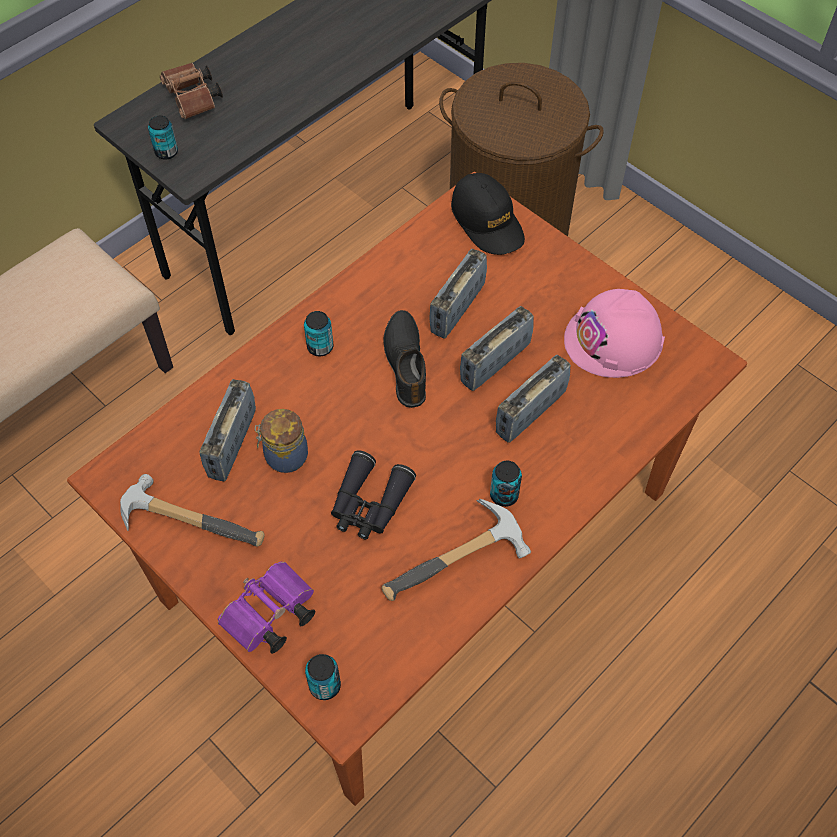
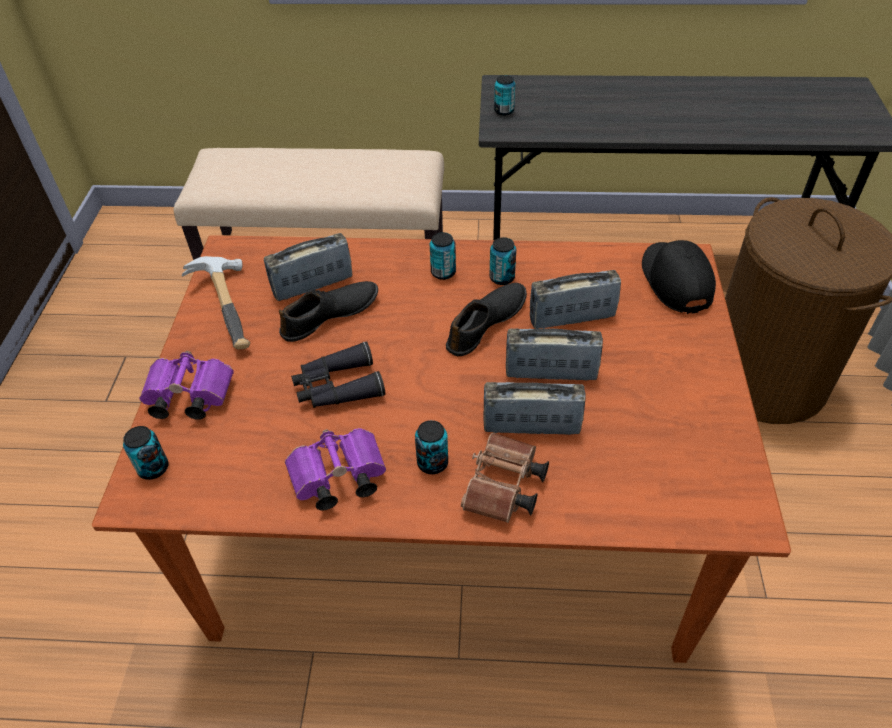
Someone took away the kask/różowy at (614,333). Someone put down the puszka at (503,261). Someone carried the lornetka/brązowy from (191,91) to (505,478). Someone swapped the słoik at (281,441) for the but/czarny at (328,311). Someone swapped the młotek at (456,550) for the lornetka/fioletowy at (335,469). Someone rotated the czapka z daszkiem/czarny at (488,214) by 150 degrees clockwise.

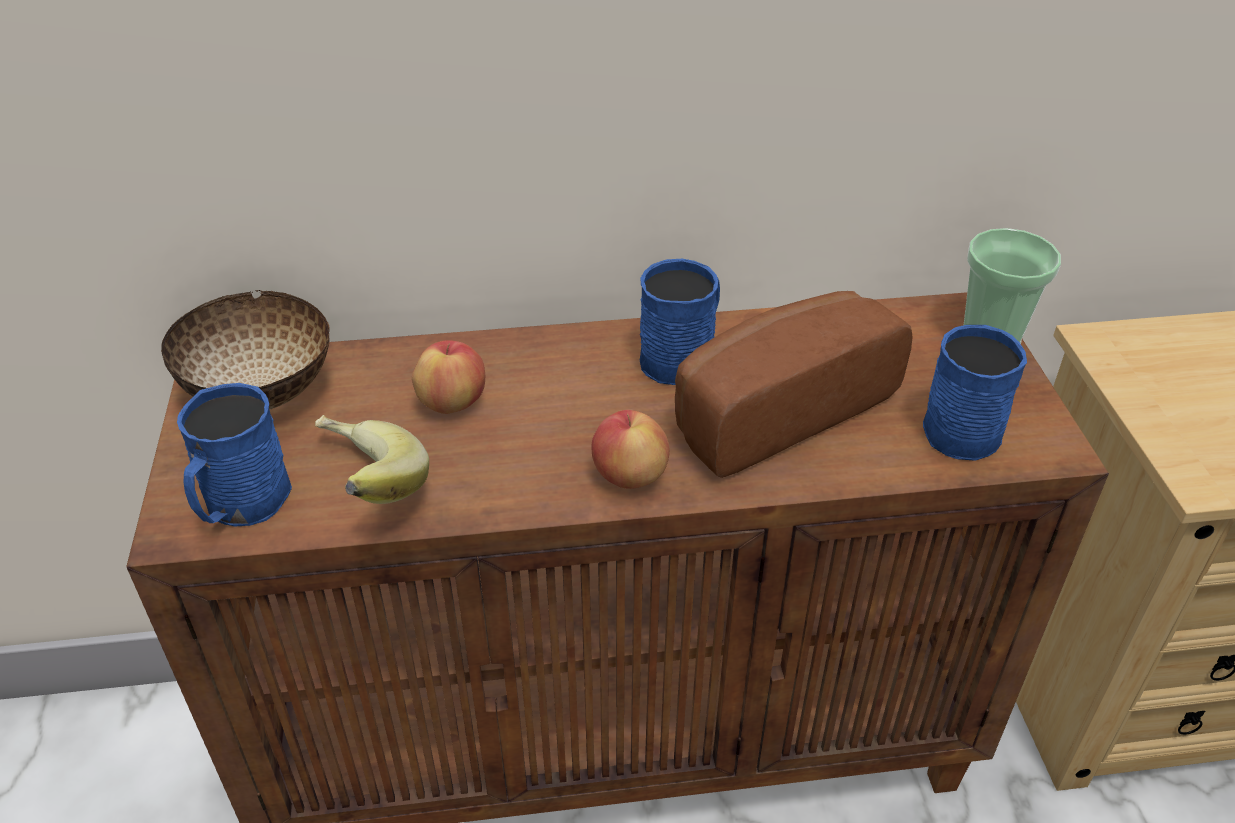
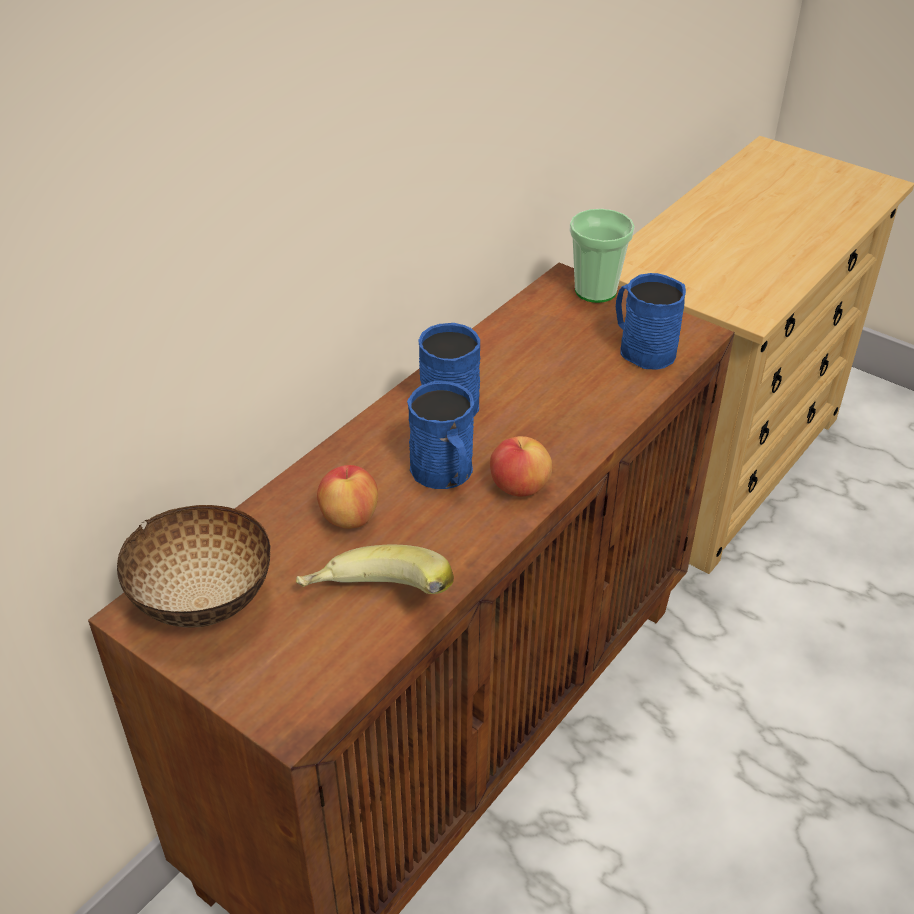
Someone took away the chleb at (794,384). Someone carried the kubek/niebieski from (234,455) to (440,435).

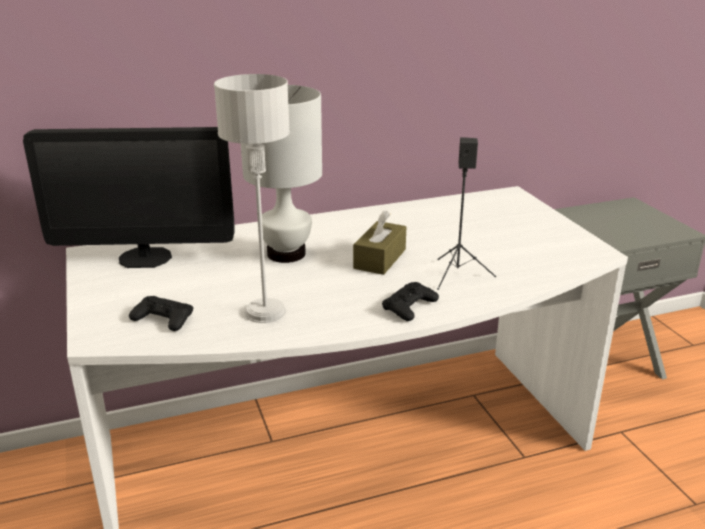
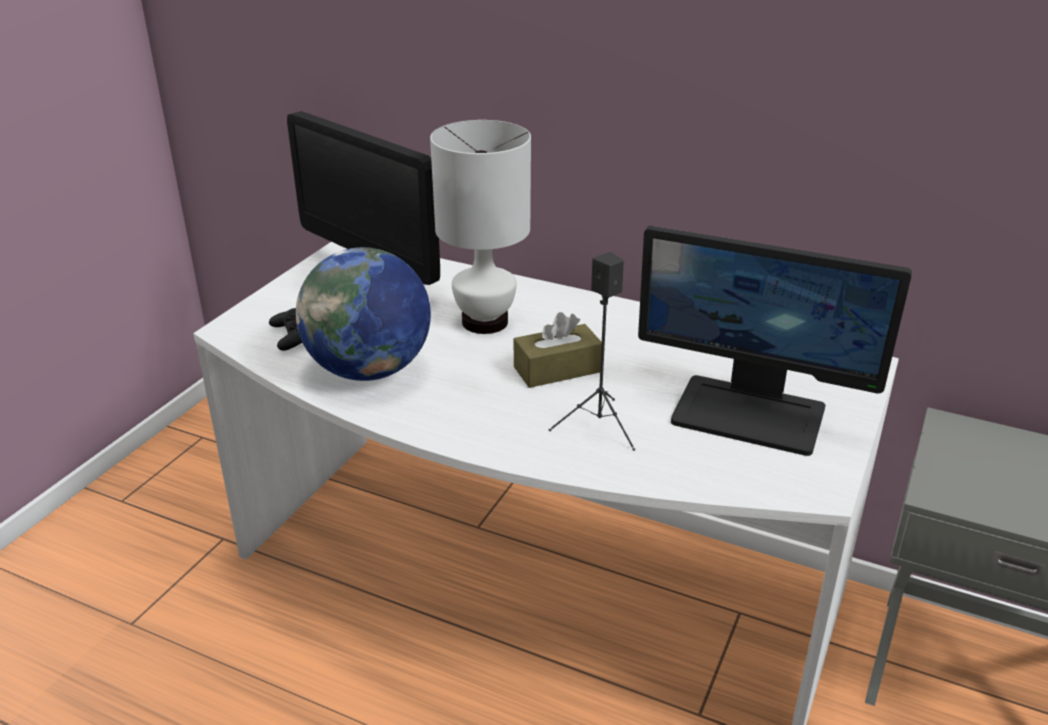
Someone took away the pad do gier/czarny at (410,301). Someone put down the monitor at (775,341). Someone swapped the lampa stołowa/szary at (252,198) for the globus at (363,314).

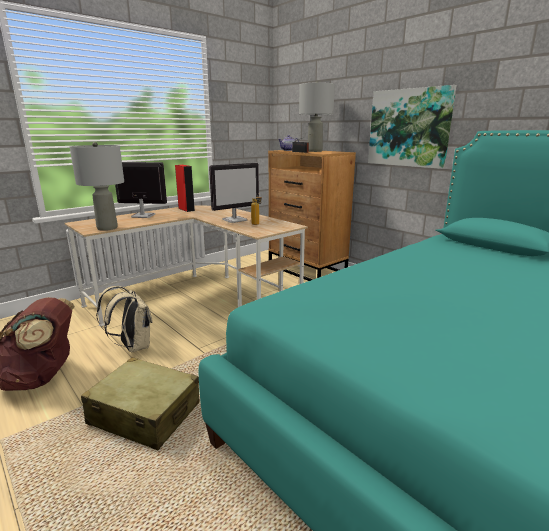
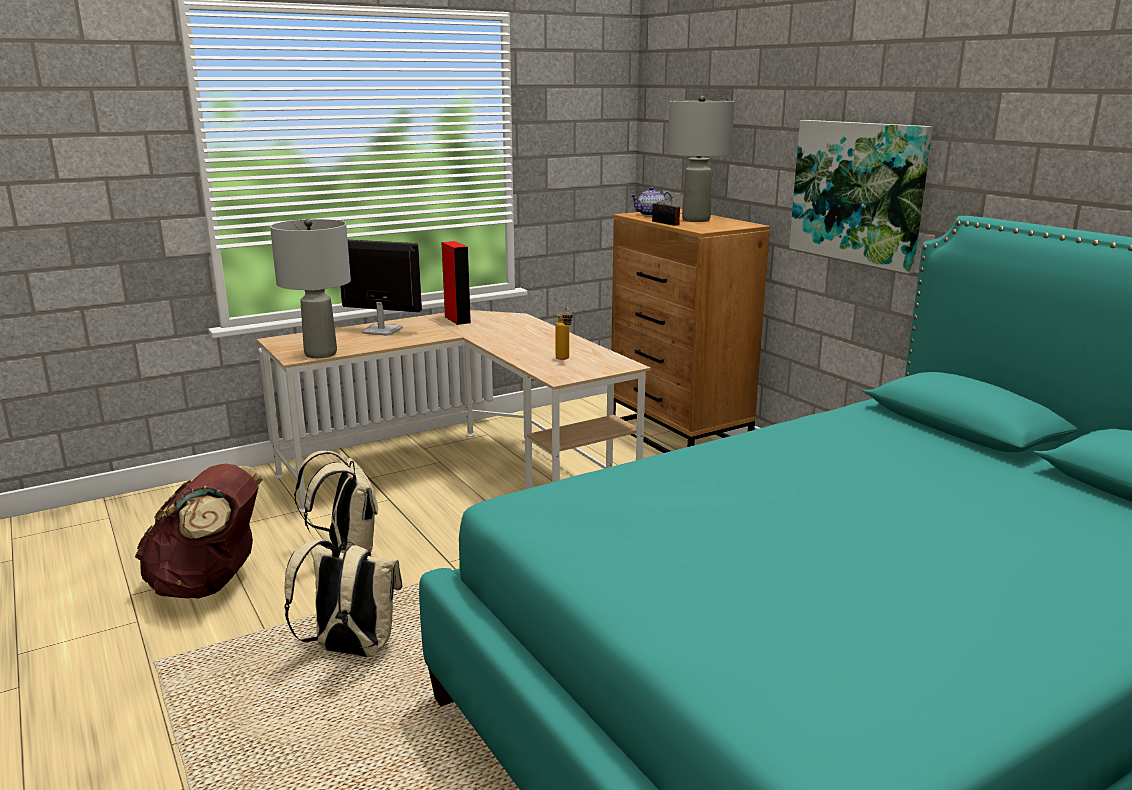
Someone took away the monitor at (234,193). Someone swapped the walizka/beżowy at (140,403) for the plecak/beżowy at (343,598).

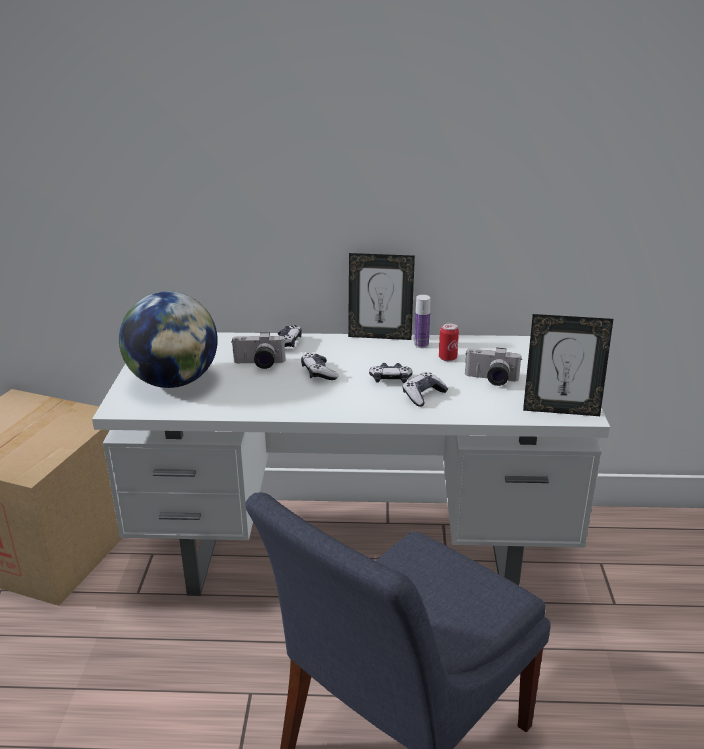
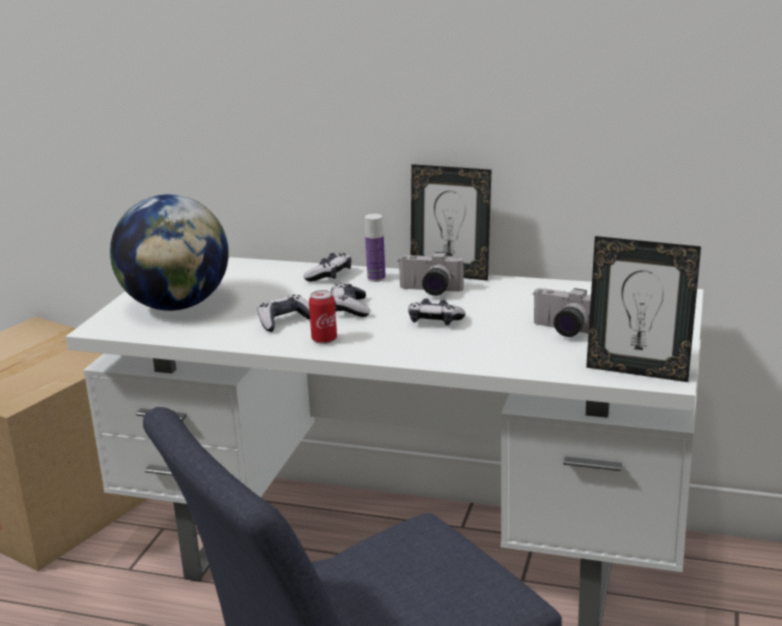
Someone carried the aparat fotograficzny from (259,350) to (431,274). Someone carried the pad do gier from (425,389) to (284,313). Someone carried the butelka from (422,321) to (375,248). Someone carried the puszka from (449,342) to (323,317).

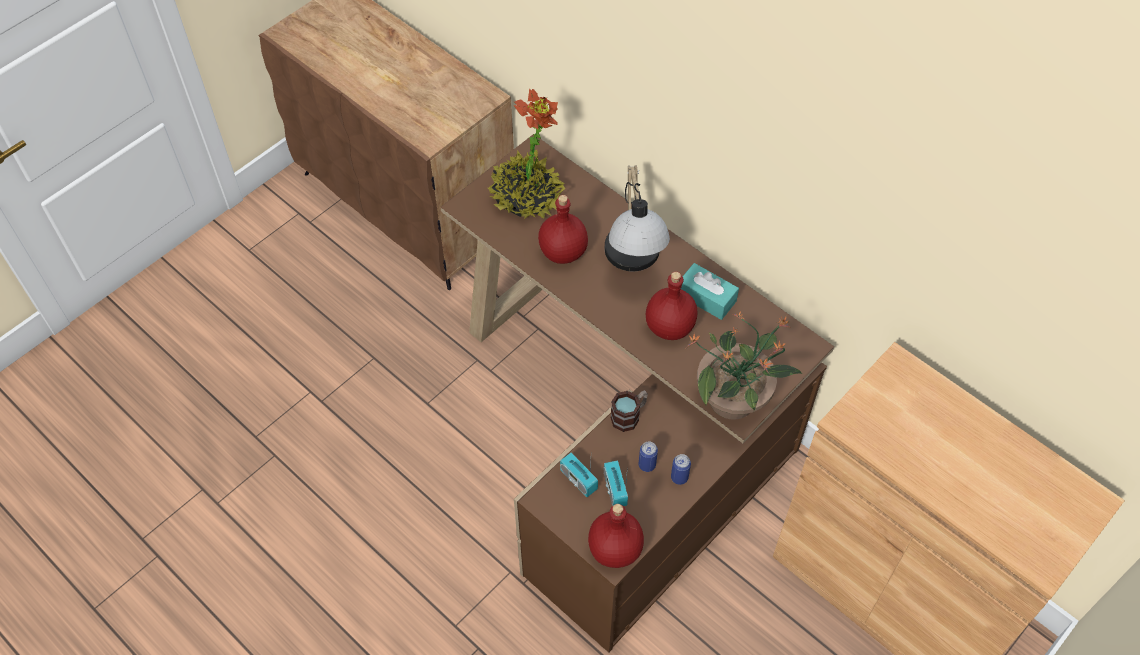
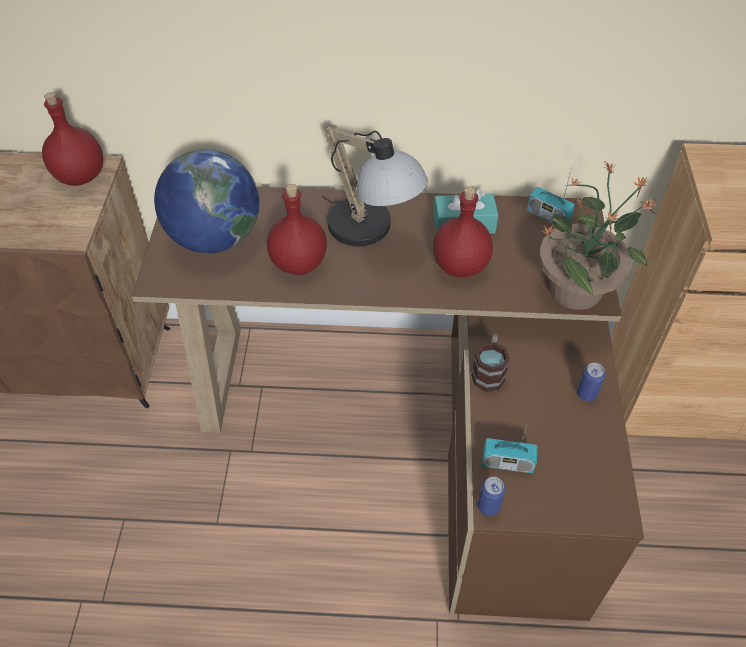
Someone carried the butelka/czerwony from (616,536) to (72,139). Someone carried the radio from (616,483) to (551,195). Someone carried the puszka from (648,456) to (491,496). Someone swapped the roślina doniczkowa at (526,153) for the globus at (206,201).

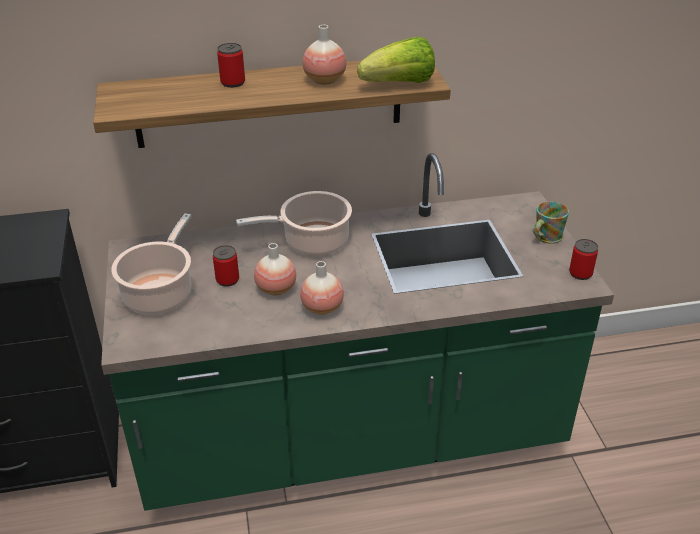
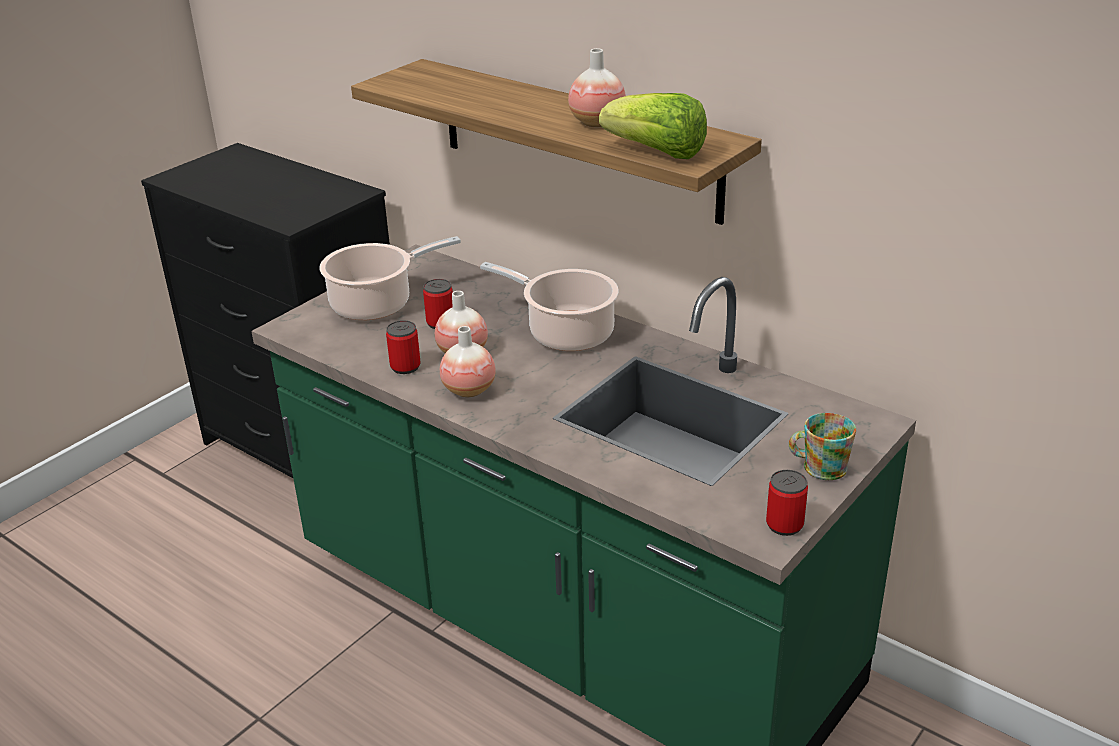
Someone carried the puszka from (231,65) to (403,347).

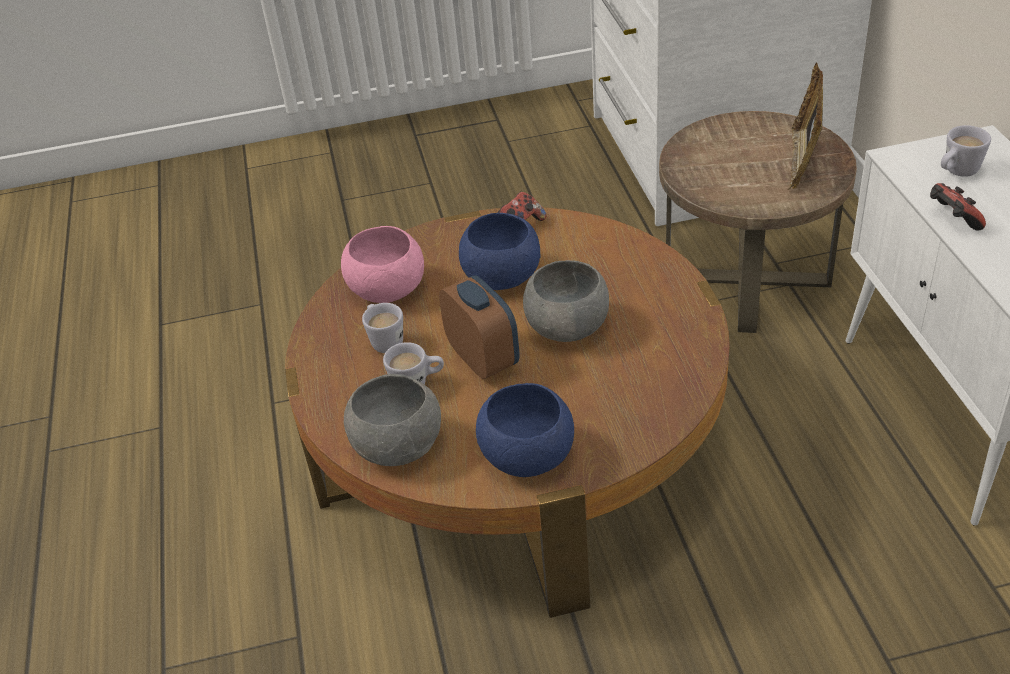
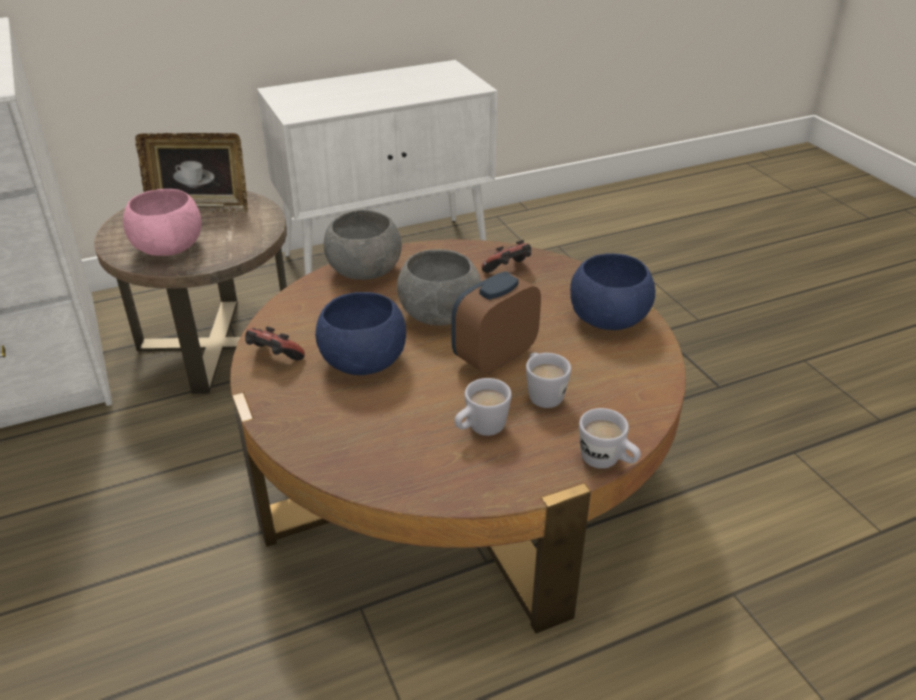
Someone carried the miska/różowy from (382,264) to (162,222). Someone carried the miska/szary from (392,420) to (363,245). Someone carried the pad do gier from (958,207) to (506,256). Someone carried the kubek/biały from (966,151) to (610,438).

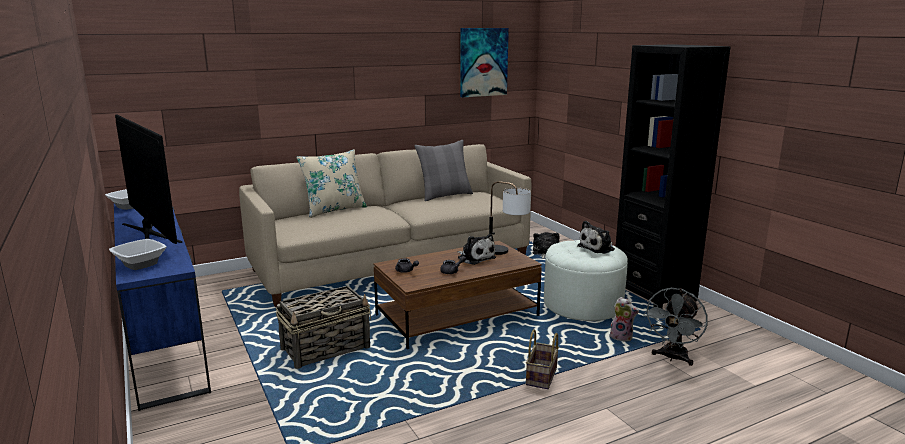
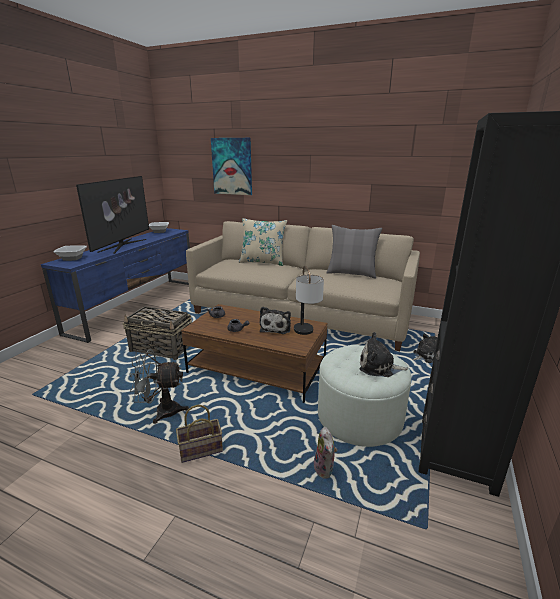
Someone carried the obraz from (484,62) to (231,166). Someone carried the wentylator/szary from (675,327) to (159,386).

